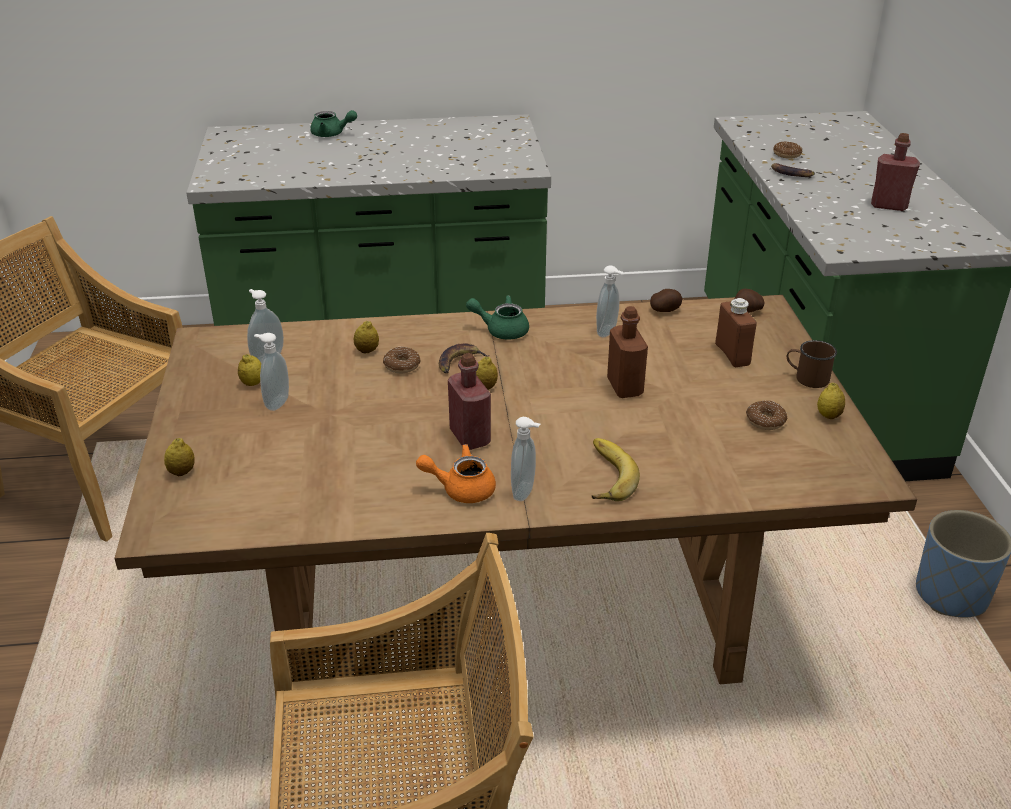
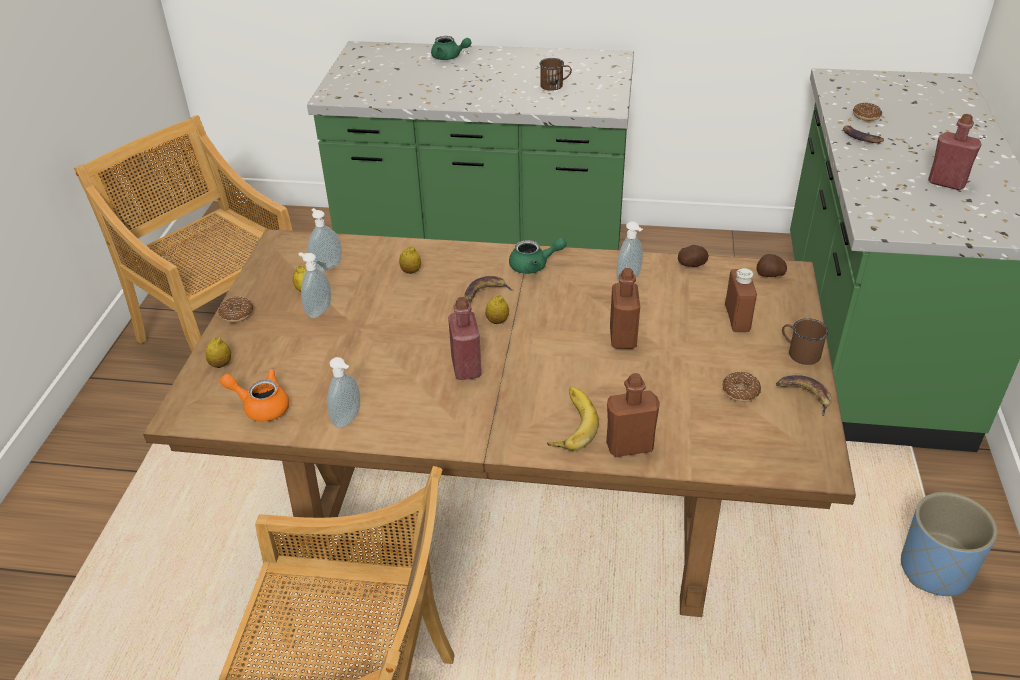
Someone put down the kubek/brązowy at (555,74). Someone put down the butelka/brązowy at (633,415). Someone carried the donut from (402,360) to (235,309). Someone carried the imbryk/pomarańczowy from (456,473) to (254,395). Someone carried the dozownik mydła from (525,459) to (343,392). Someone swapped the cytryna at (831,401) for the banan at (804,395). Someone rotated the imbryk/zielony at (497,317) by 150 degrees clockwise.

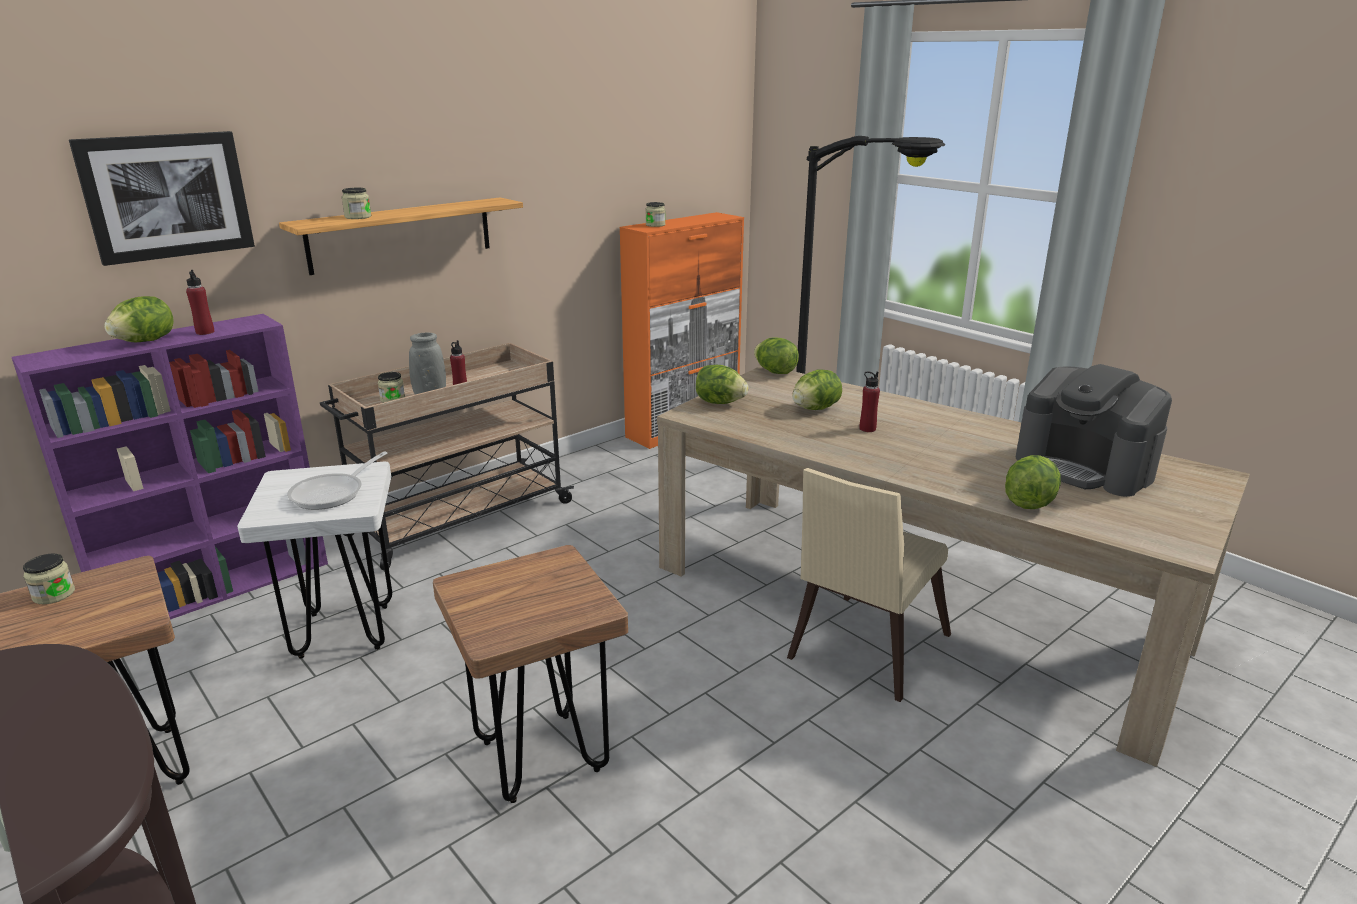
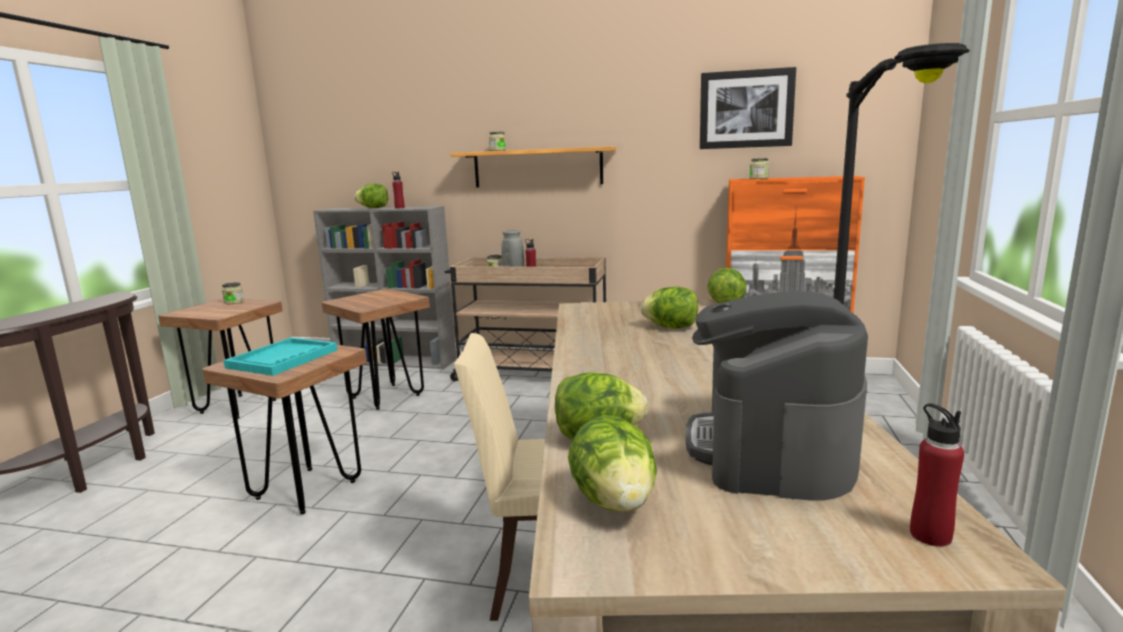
Someone took away the patelnia at (337,481). Someone put down the taca/turkusowy at (280,356). Someone carried the obraz from (162,198) to (748,108). Someone carried the sałata from (722,384) to (612,463). Someone carried the butelka/czerwony from (870,401) to (937,475). Someone repainted the regał/fioletowy at (170,466), which became the regał/szary at (384,287). Someone repainted the stołek/biały at (314,560), which became the stołek/brązowy at (376,349).

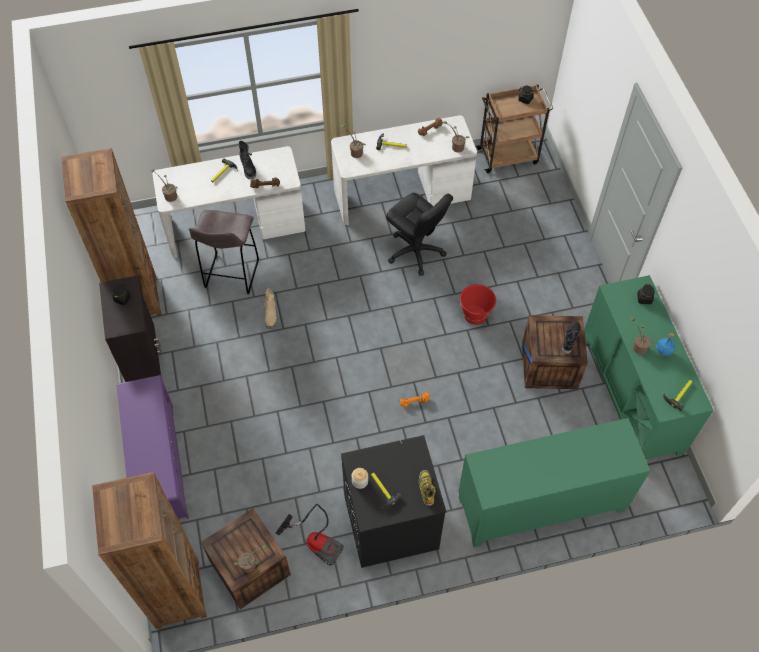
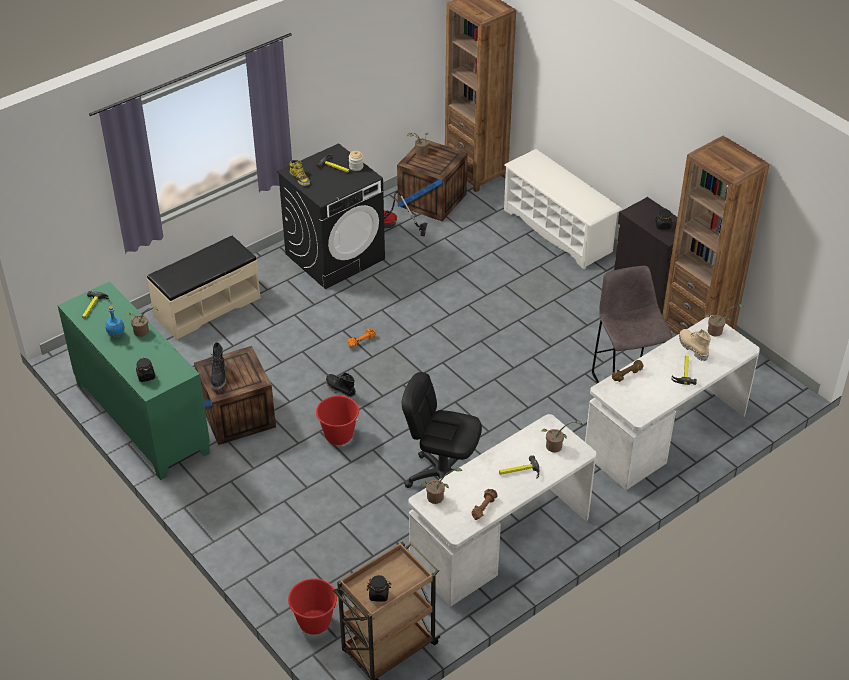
Someone put down the wiadro/czerwony at (313,606). Someone carried the but z cholewką/czarny from (247,160) to (341,386). Someone carried the but z cholewką/beżowy from (270,308) to (695,345). Someone swapped the szafka/zielony at (554,482) for the ławka/beżowy at (203,288). Someone repainted the regał na buty/fioletowy at (152,447), which became the regał na buty/biały at (563,209).

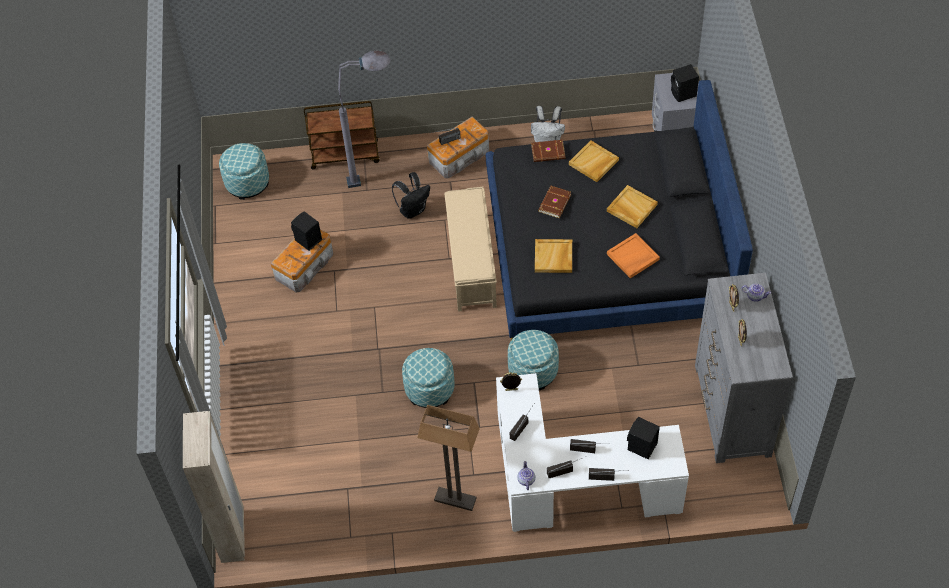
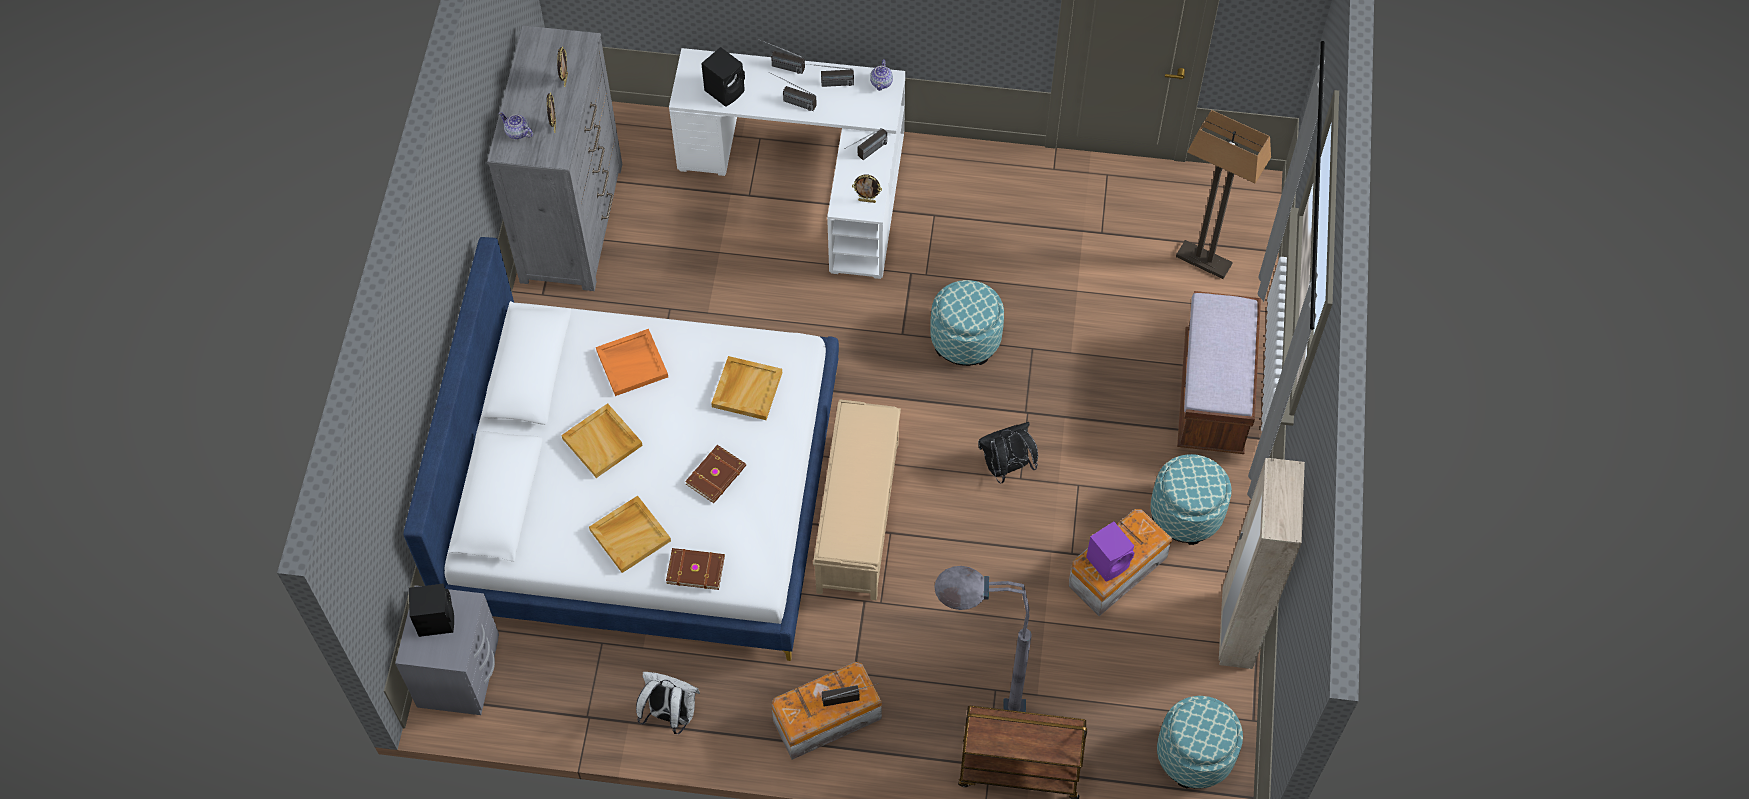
Someone put down the ławka/brązowy at (1219,372). Someone carried the szafa/beżowy from (214,487) to (1262,563). Someone carried the plecak/czarny from (411,195) to (1008,453). Someone carried the lampa stojąca from (448,458) to (1223,194). Someone carried the pufa from (533,360) to (1191,499). Someone repainted the głośnik/czarny at (306,231), which became the głośnik/fioletowy at (1110,551). Someone repainted the łóżko/czarny at (619,210), which became the łóżko/biały at (621,449).

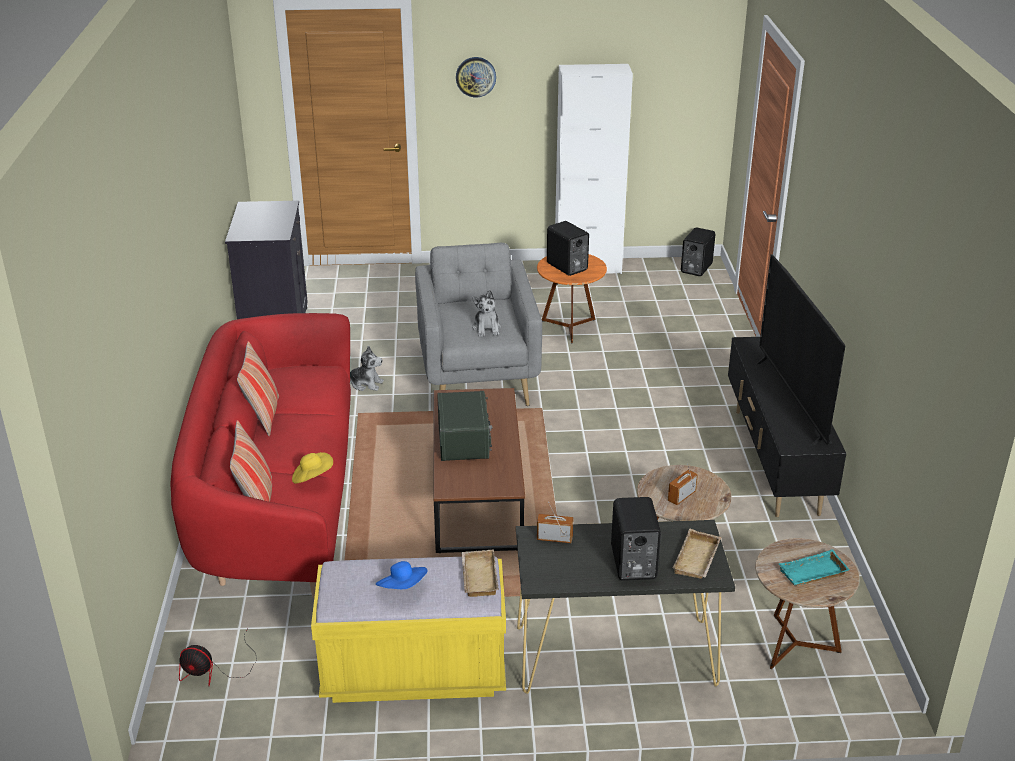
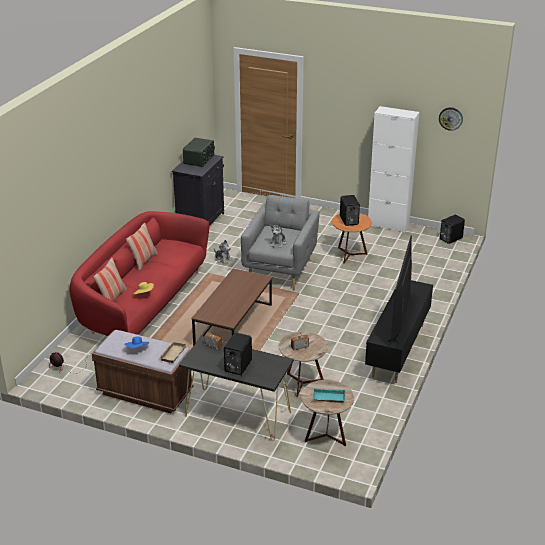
Someone took away the taca/beżowy at (697,554). Someone carried the radio from (464,426) to (199,152). Someone carried the zegar ścienny from (476,77) to (451,119). Someone repainted the ławka/żółty at (408,629), which became the ławka/brązowy at (143,371).

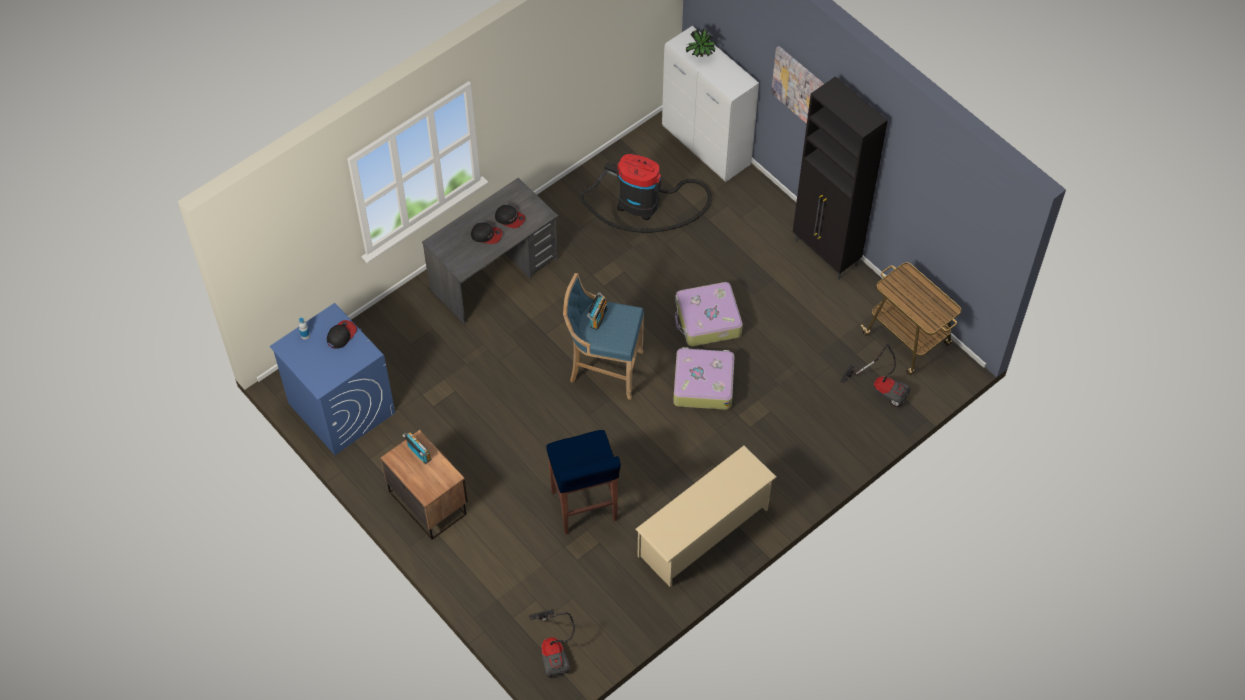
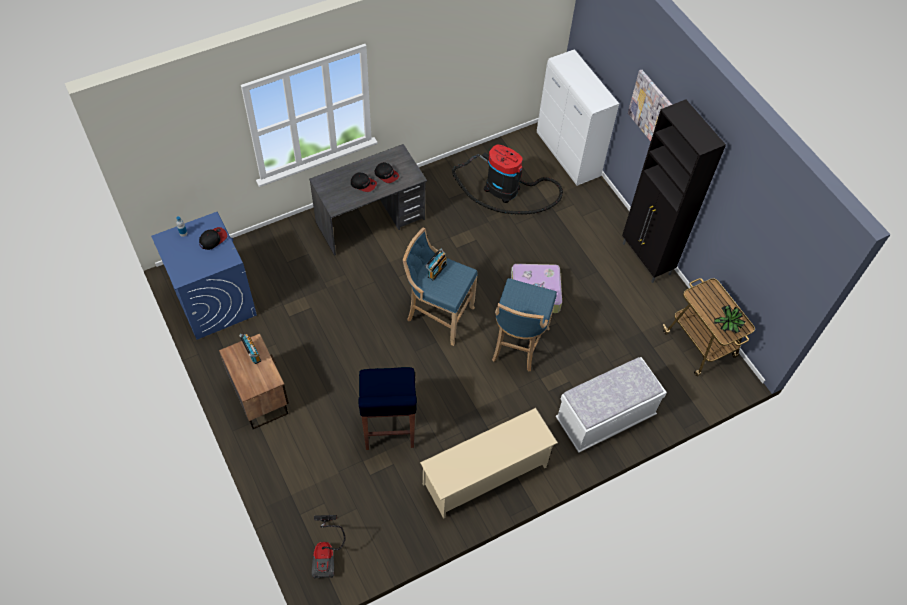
Someone took away the odkurzacz at (875,375). Someone put down the ławka/biały at (611,405). Someone carried the roślina doniczkowa from (701,43) to (730,319). Someone swapped the walizka at (704,378) for the stołek/niebieski at (524,325).

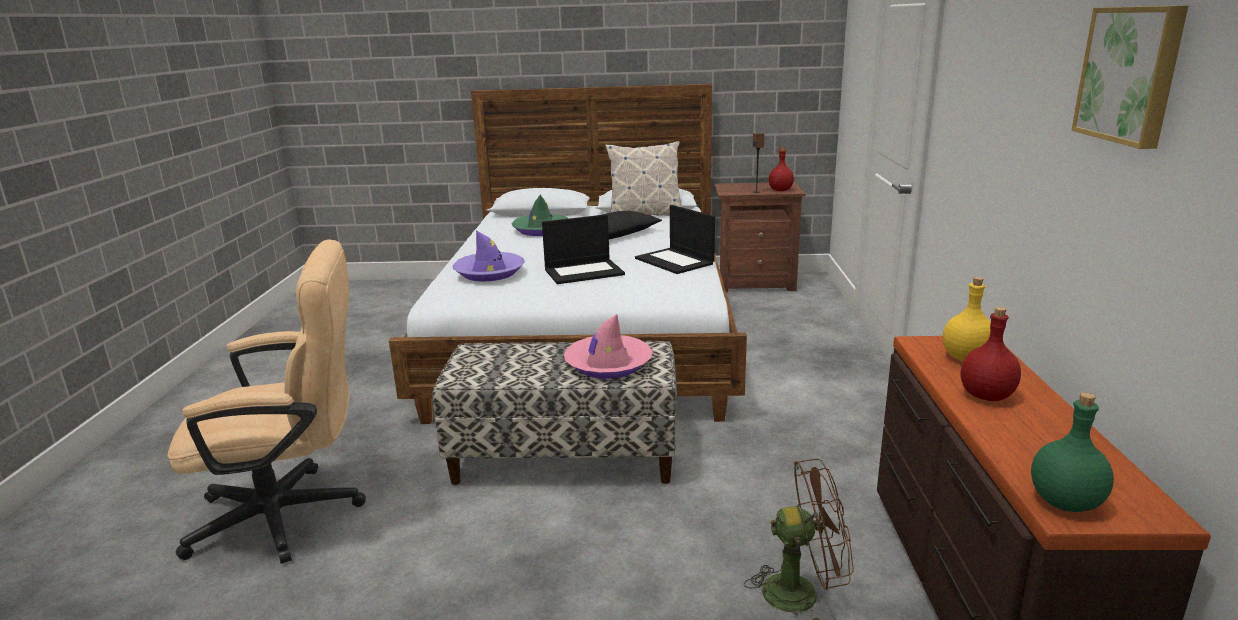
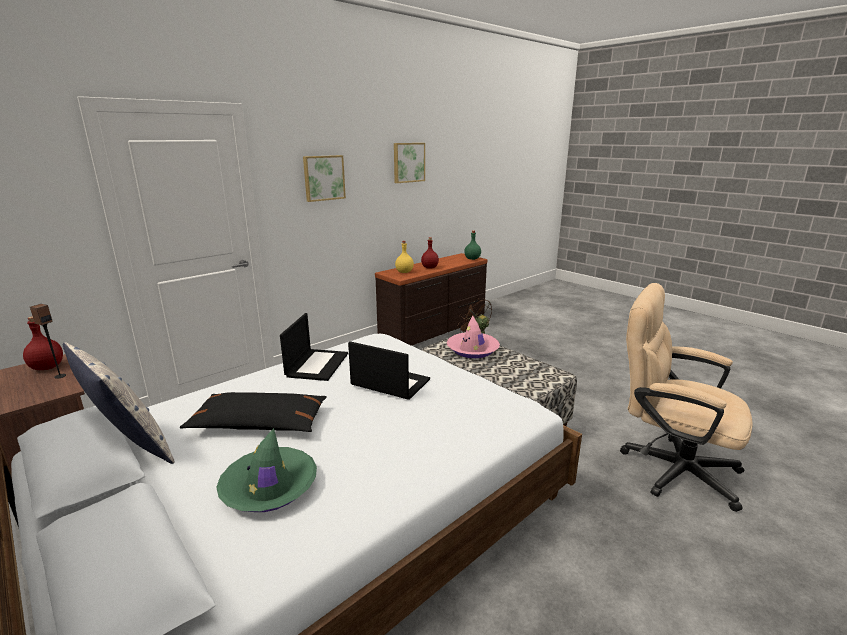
Someone took away the kapelusz/fioletowy at (488,256). Someone put up the obraz at (324,178).

